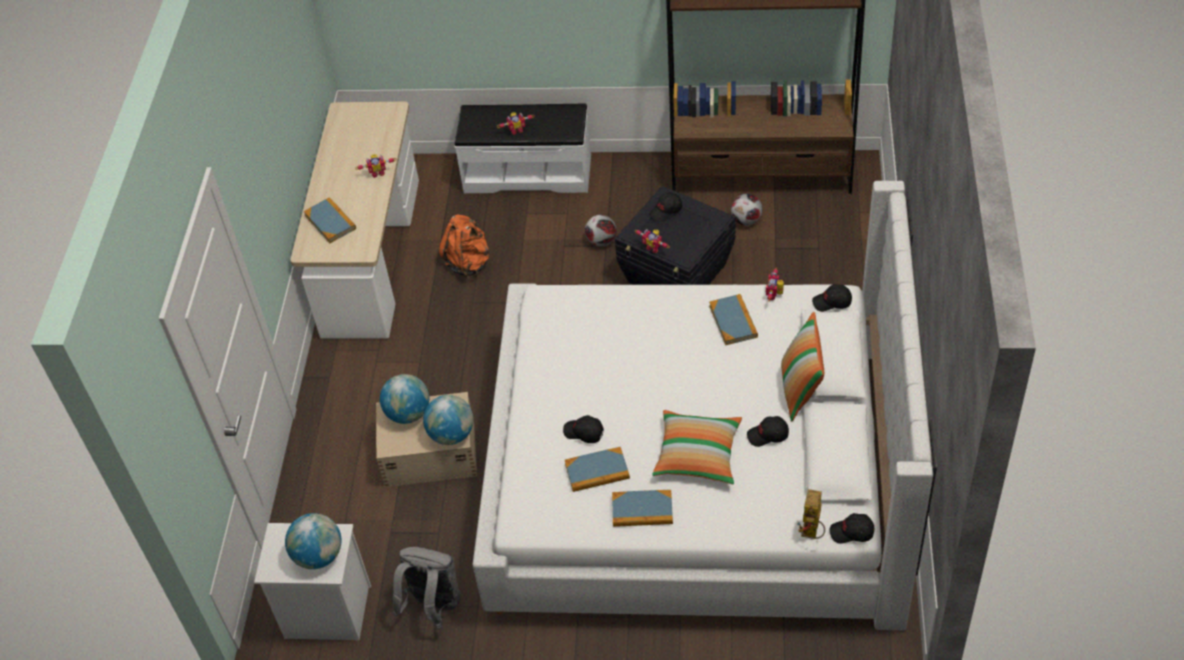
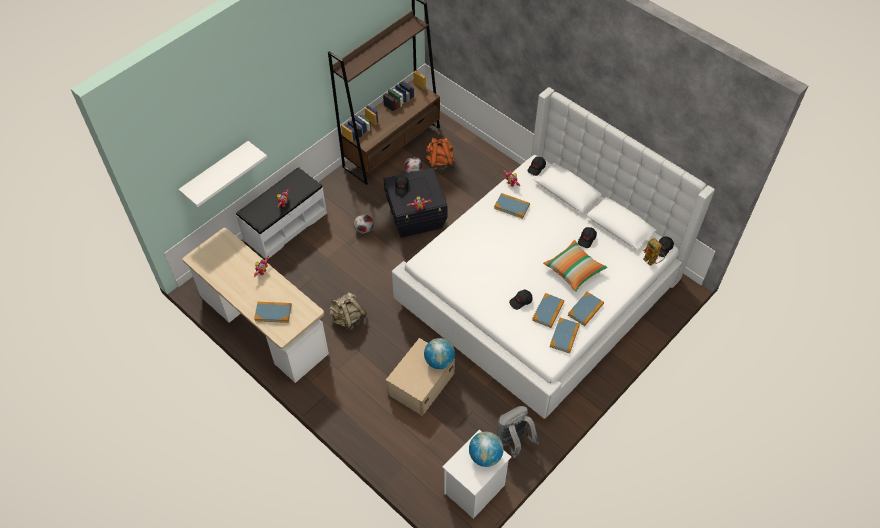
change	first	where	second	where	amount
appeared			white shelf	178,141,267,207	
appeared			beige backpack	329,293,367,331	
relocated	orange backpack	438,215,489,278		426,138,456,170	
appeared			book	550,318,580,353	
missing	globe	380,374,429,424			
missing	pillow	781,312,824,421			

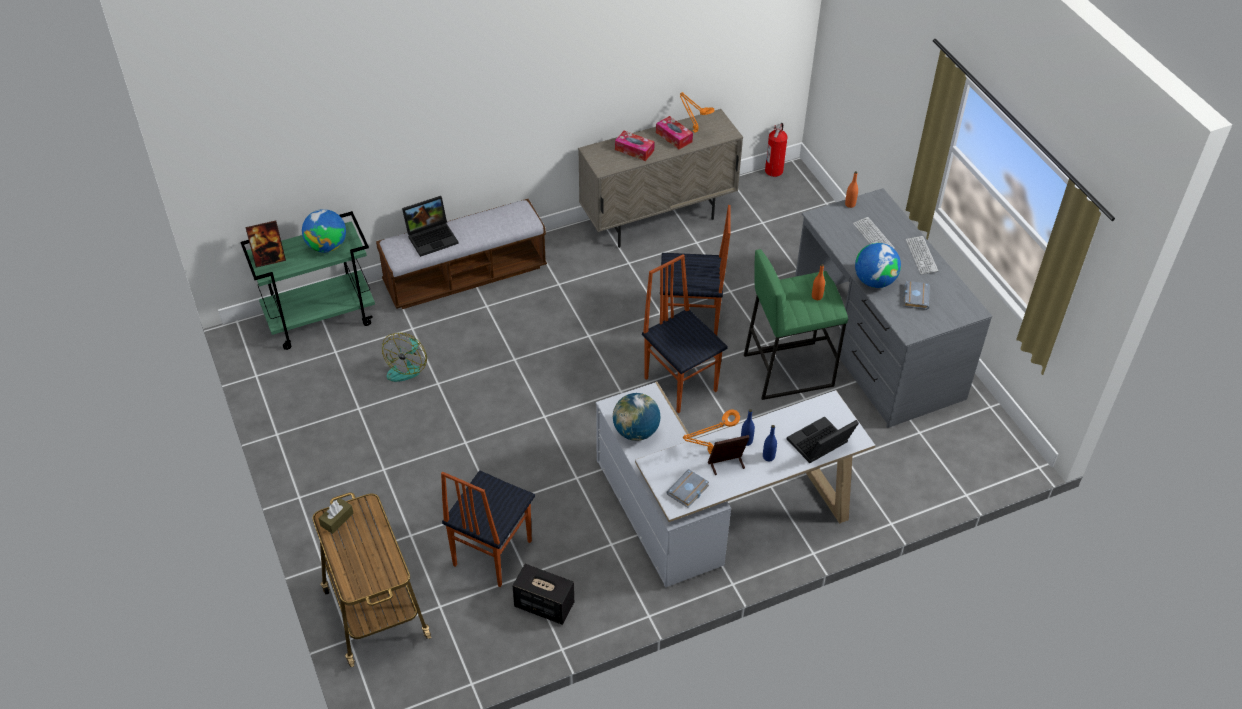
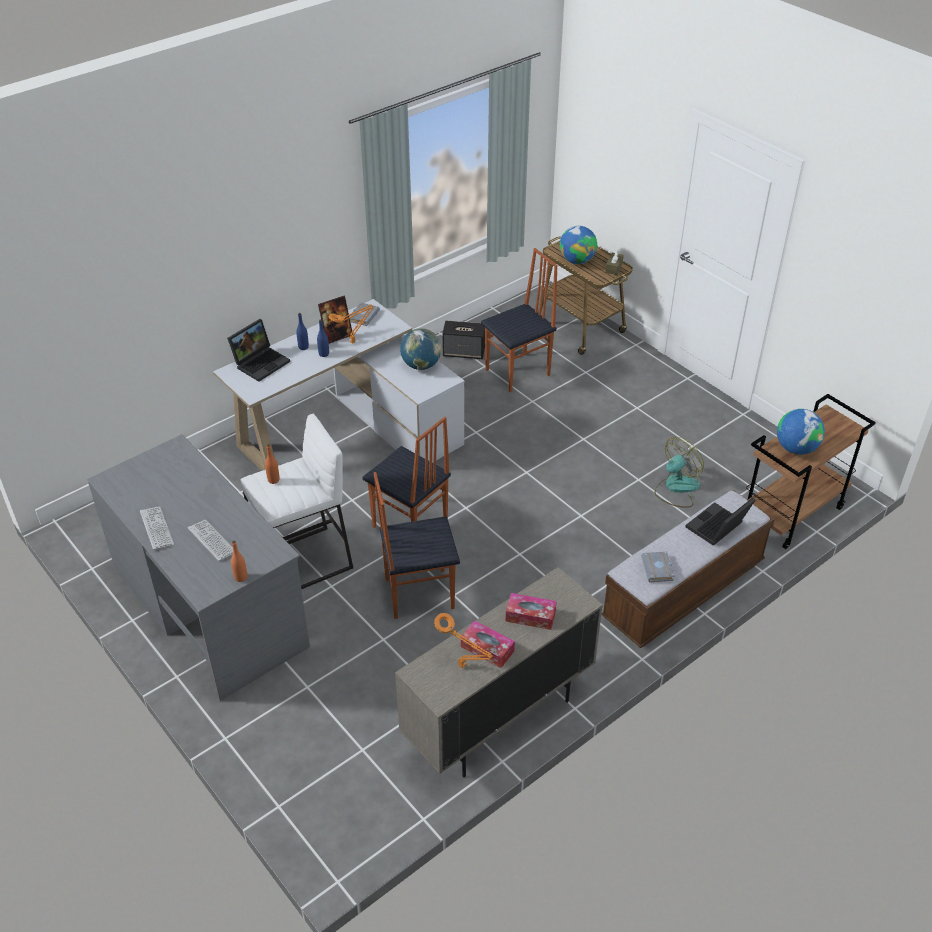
change	first	where	second	where	amount
colour	green stool	744,249,848,400	white stool	240,414,353,589	
spun	chair	441,470,535,587		481,248,558,392	45 degrees clockwise
relocated	globe	855,243,901,288		560,226,597,264	
relocated	grey book	904,281,930,310		641,551,675,582	
spun	fan	382,333,427,382		655,437,704,508	45 degrees clockwise
colour	green cart	241,211,375,350	brown cart	746,394,876,549	
missing	picture frame	245,221,286,268			
missing	fire extinguisher	765,123,788,177			

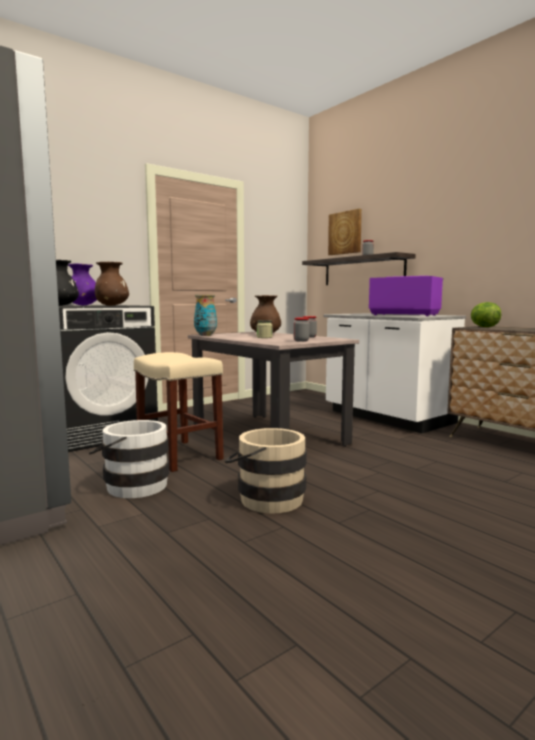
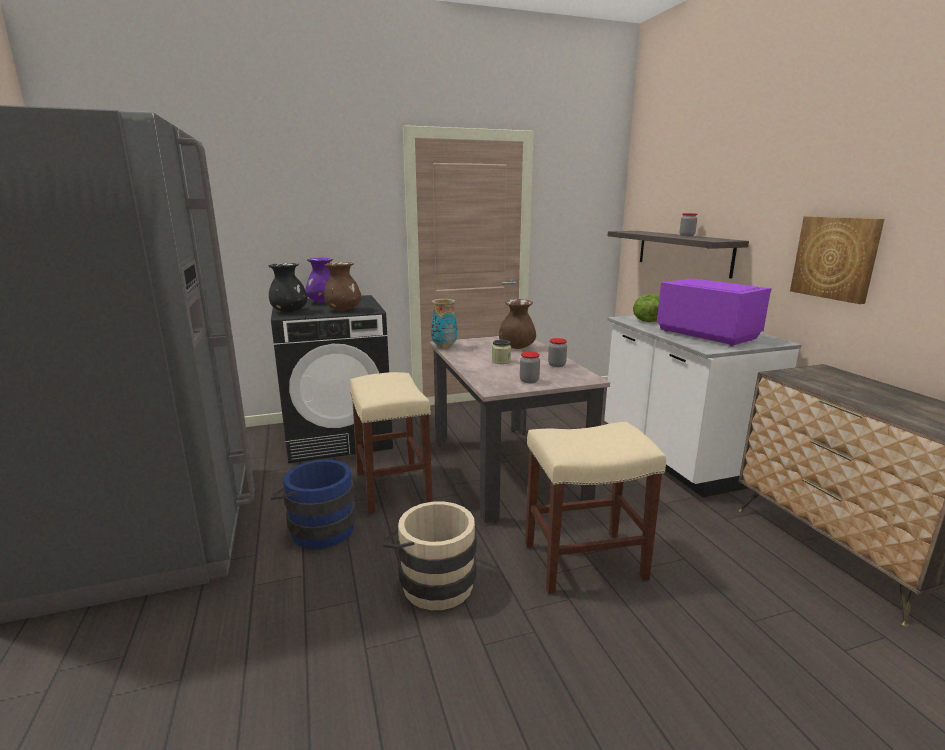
change	first	where	second	where	amount
colour	white bucket	89,420,169,498	blue bucket	271,459,356,549	
appeared			beige stool	525,422,666,594	
relocated	lettuce	471,302,501,327		633,294,659,322	
relocated	picture	328,209,362,255		790,216,884,304	

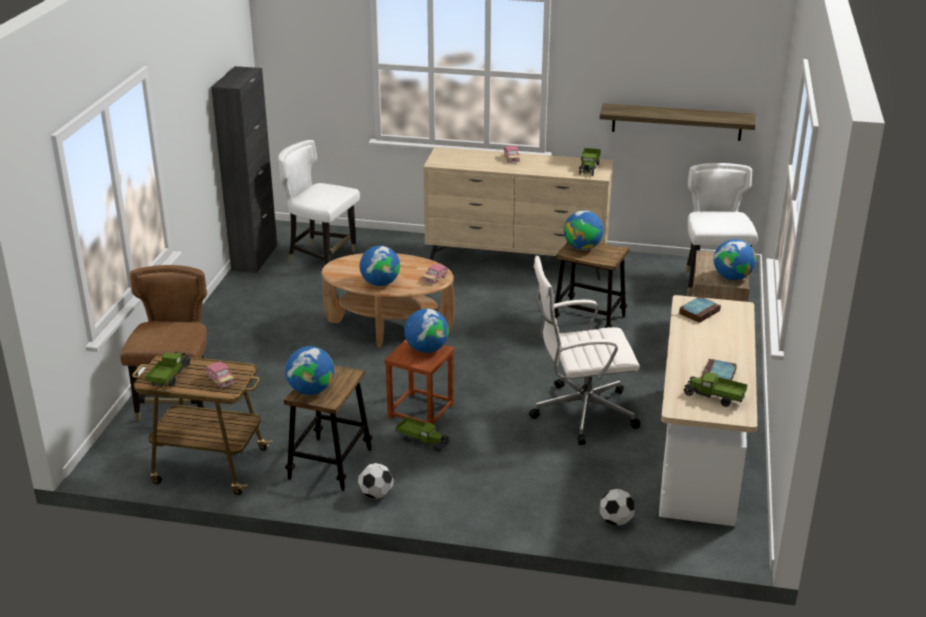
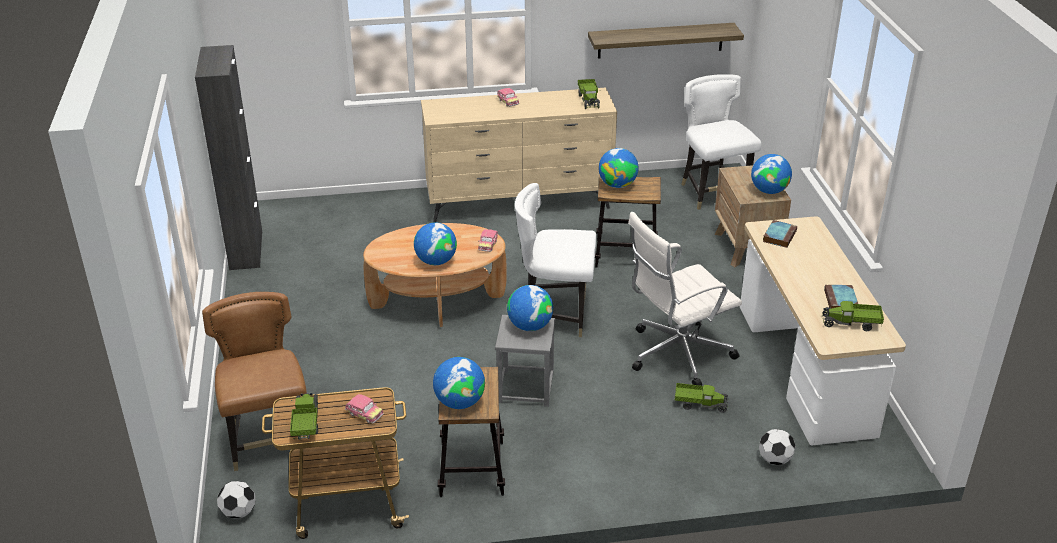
change	first	where	second	where	amount
relocated	football	358,463,394,499		217,481,256,518	
colour	brown stool	384,339,455,424	grey stool	495,315,555,407	
relocated	white chair	278,140,360,265		515,183,596,337	
relocated	toy truck	396,417,450,453		675,383,728,413	

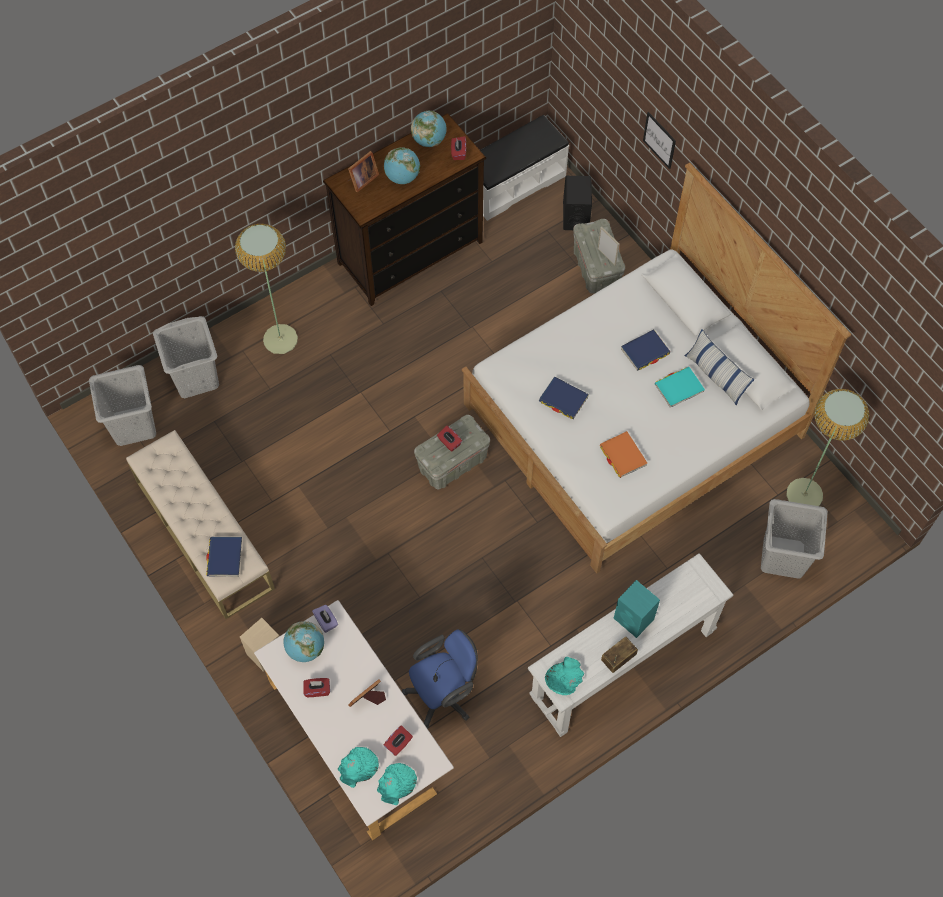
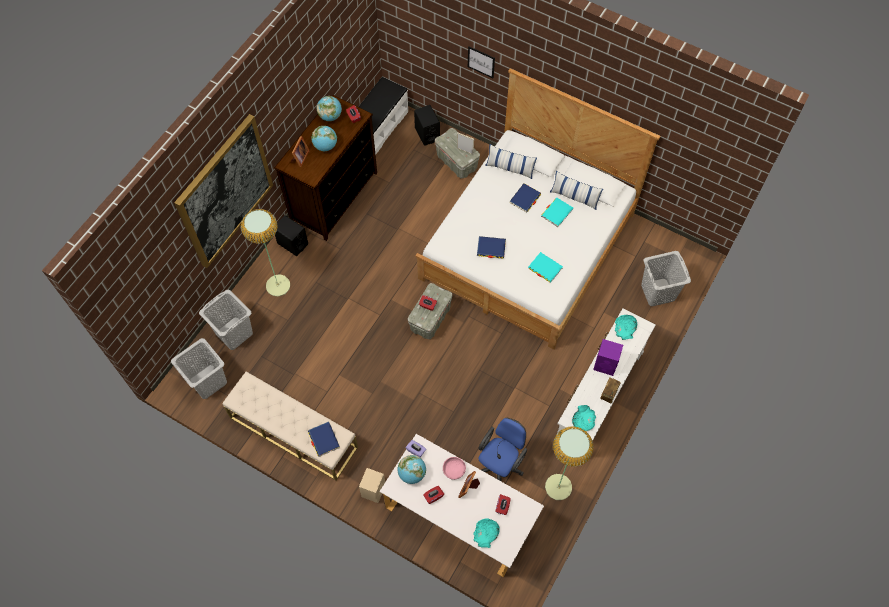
change	first	where	second	where	amount
appeared			picture	174,114,273,268	
appeared			black speaker	273,215,308,256	
appeared			pink bowl	443,457,466,480	
appeared			pillow	485,144,537,179	
colour	orange book	600,431,647,478	turquoise book	528,252,563,282	
relocated	floor lamp	786,389,869,506		545,426,594,500	
colour	turquoise speaker	614,580,660,638	purple speaker	593,339,623,376	
relocated	turquoise bowl	377,763,417,805		615,315,637,340	

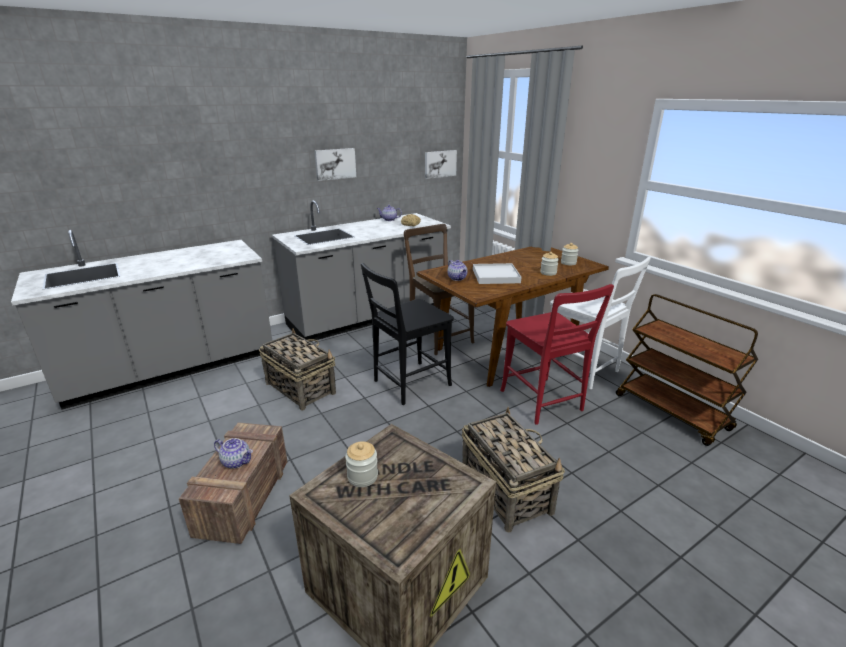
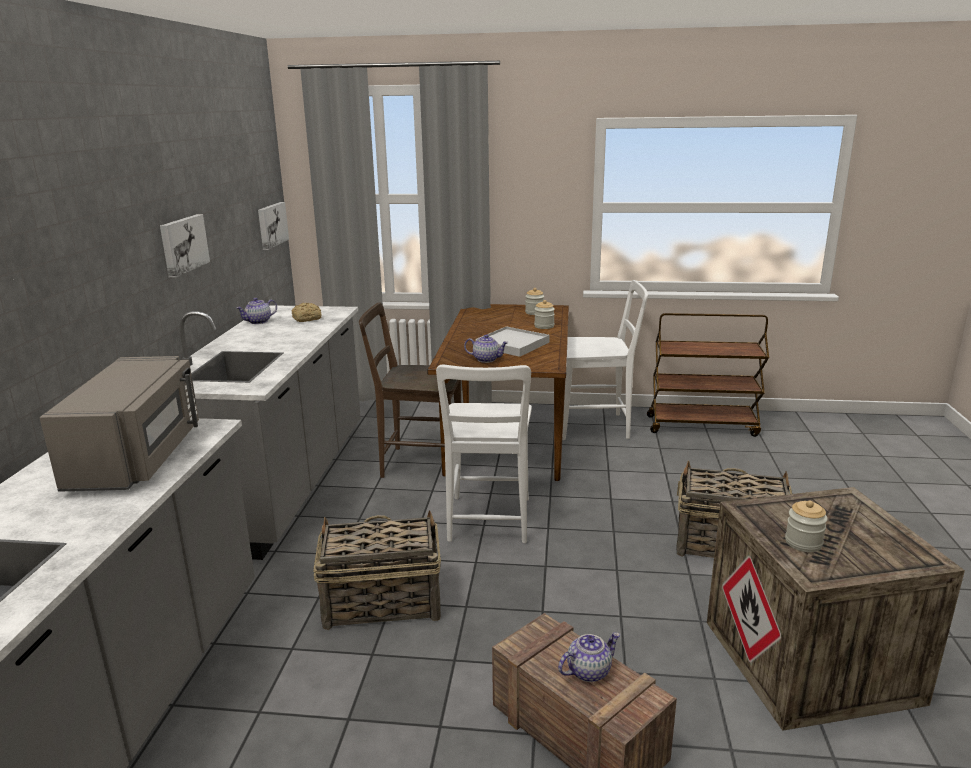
change	first	where	second	where	amount
appeared			grey microwave	40,356,199,492	
colour	black chair	361,263,454,405	white chair	436,365,532,543	
missing	red chair	500,284,614,425			

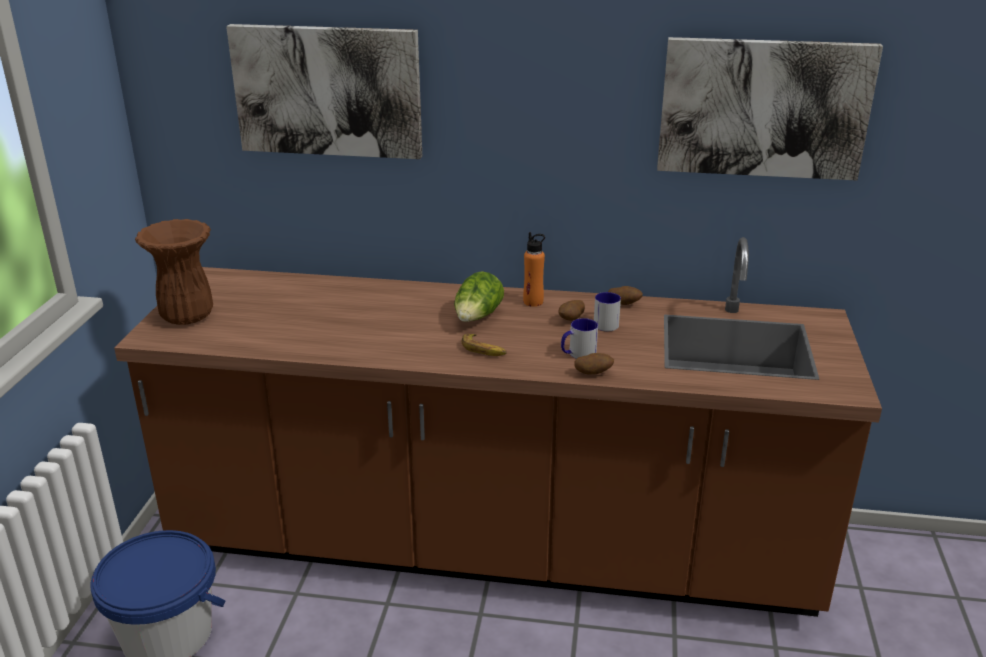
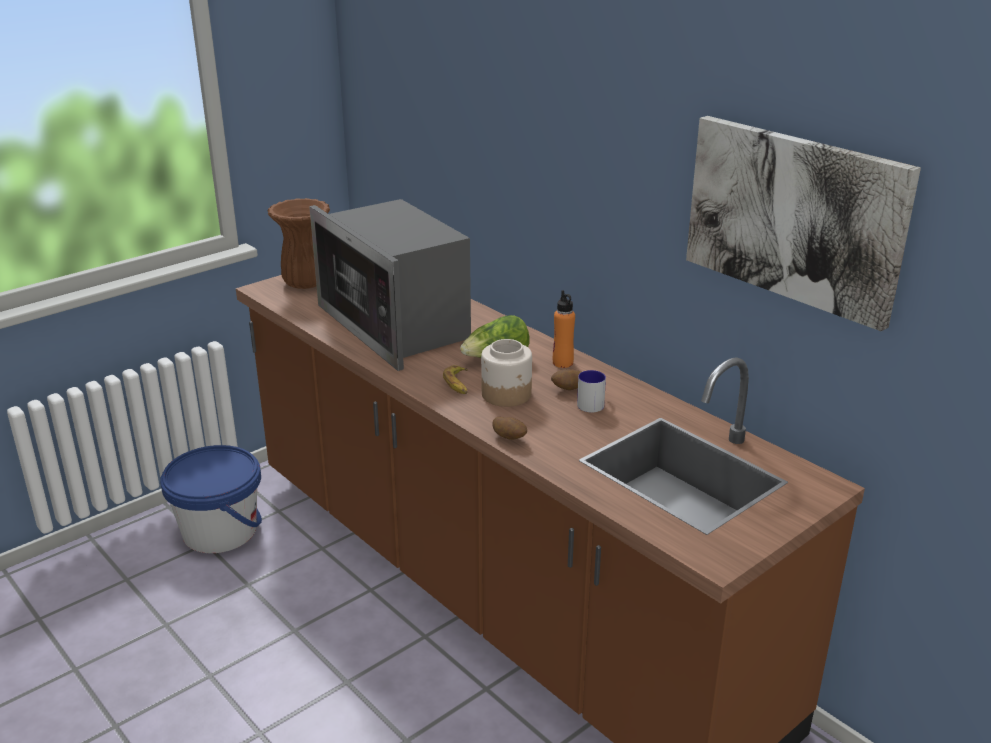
change	first	where	second	where	amount
appeared			microwave	309,199,471,371	
appeared			jar	481,339,532,407	
missing	picture	226,24,422,159			
missing	mug	561,318,598,359			
missing	potato	608,286,643,305			

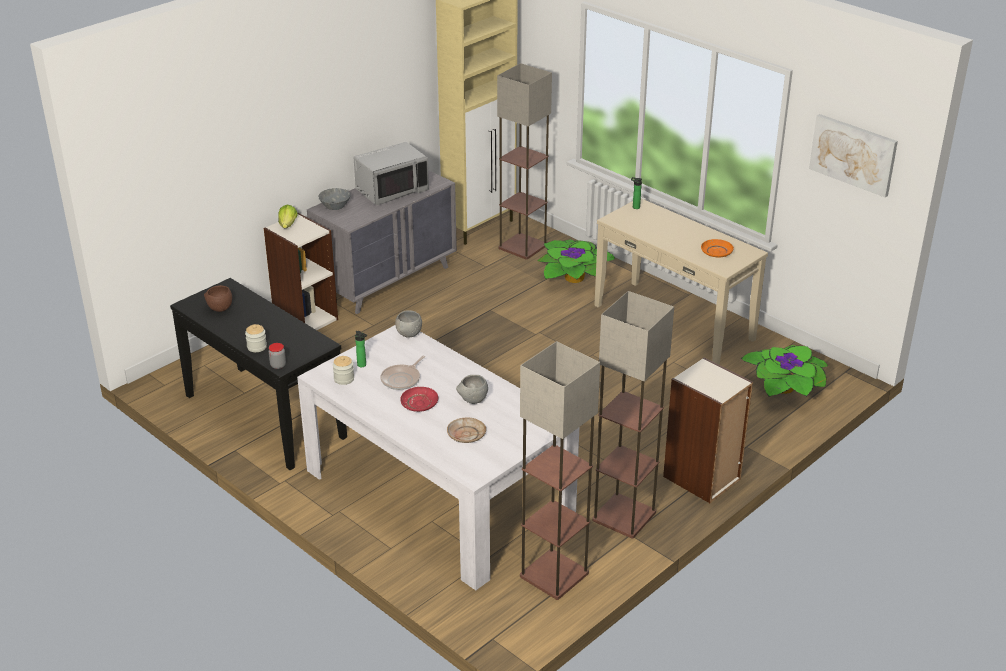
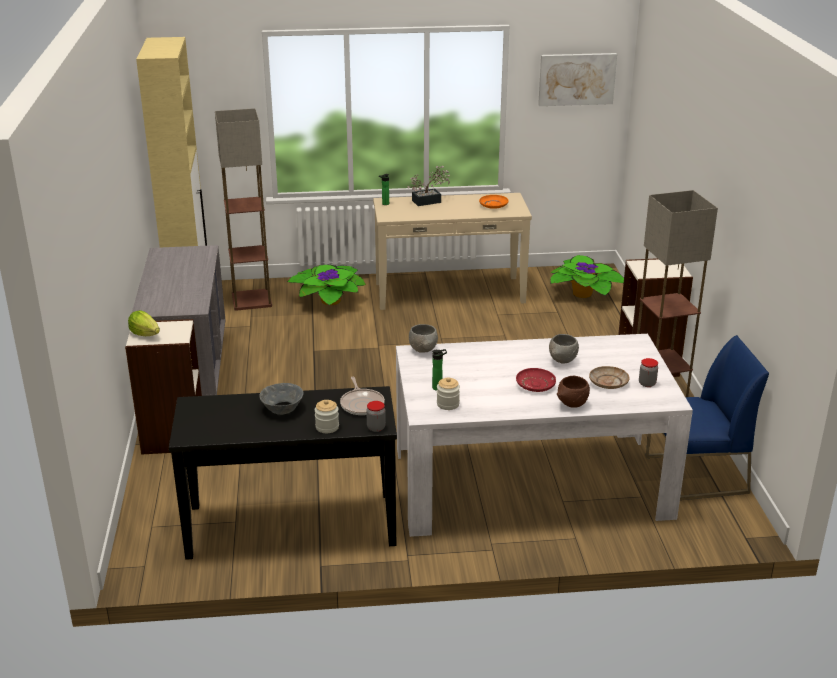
change	first	where	second	where	amount
relocated	grey bowl	318,188,351,210		259,383,303,415	
relocated	frying pan	380,356,425,390		340,377,385,415	
appeared			potted plant	407,166,450,206	
relocated	brown bowl	204,285,232,312		557,376,590,408	
appeared			jar	639,358,658,387	
exchanged	floor lamp	520,341,600,600	blue chair	645,335,769,500	
missing	grey microwave	354,142,429,206			

